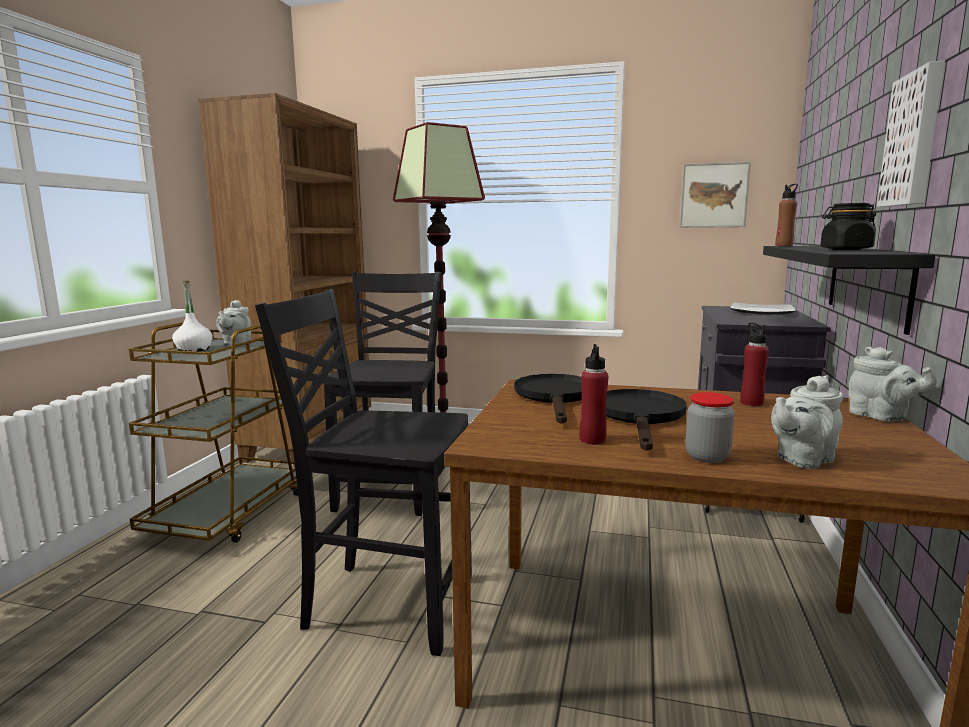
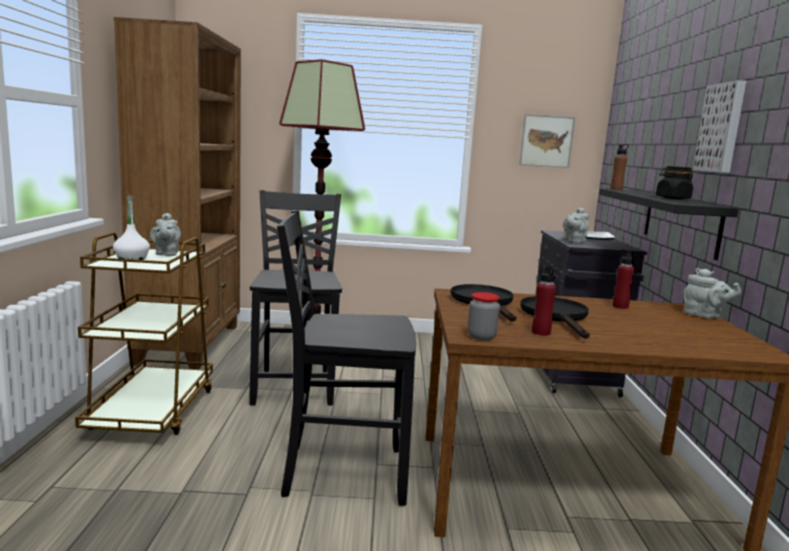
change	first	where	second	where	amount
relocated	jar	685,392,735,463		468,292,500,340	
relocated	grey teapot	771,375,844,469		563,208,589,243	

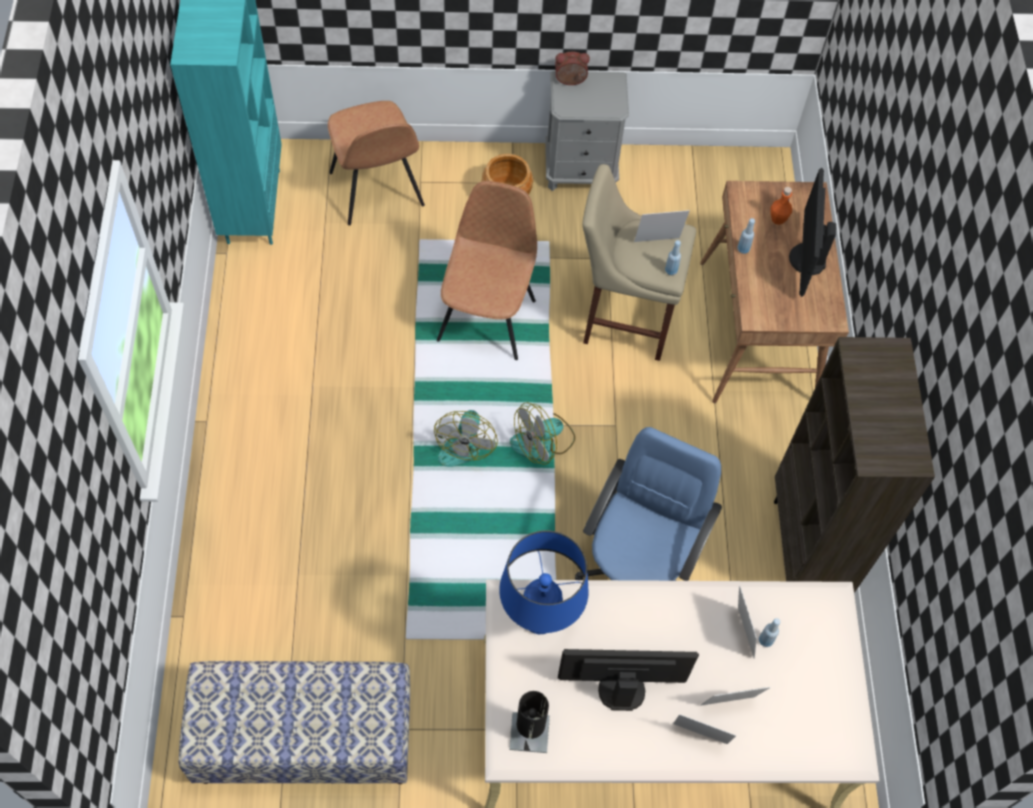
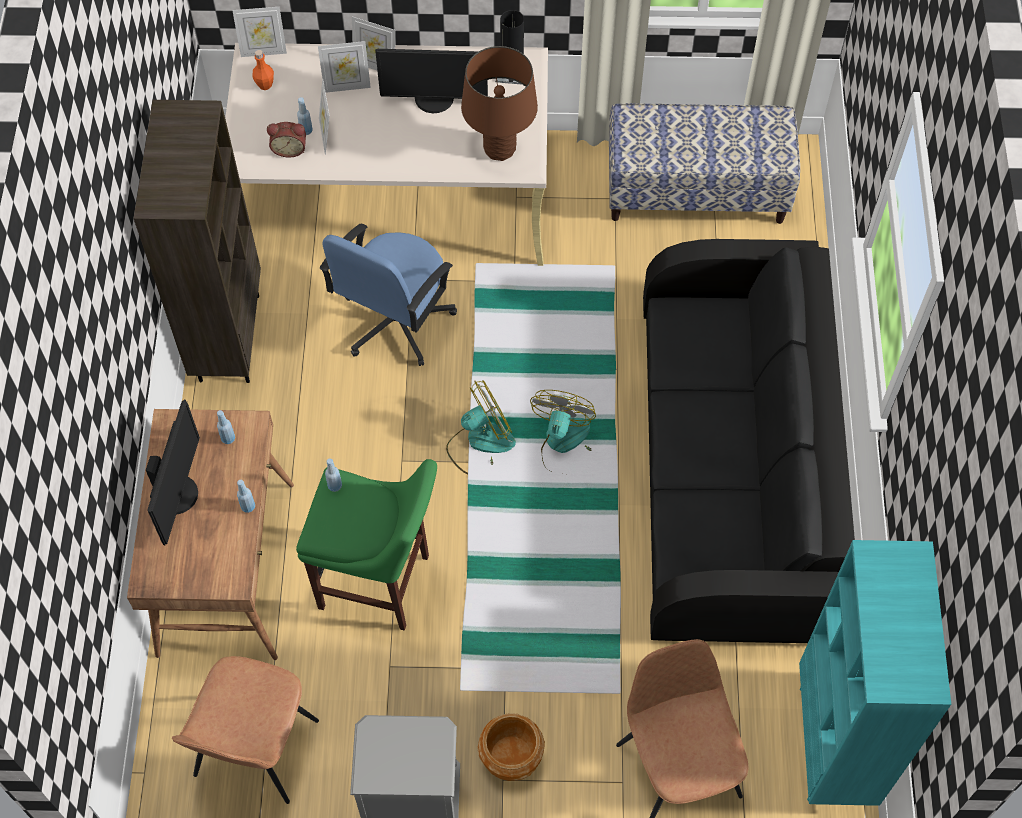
change	first	where	second	where	amount
relocated	brown chair	437,181,537,360		172,656,319,804	
appeared			blue bottle	217,410,235,444	
relocated	picture frame	634,210,690,242		232,7,287,57	
relocated	orange bottle	770,187,792,225		252,50,274,90	
relocated	alarm clock	555,52,590,85		267,122,306,157	
colour	beige stool	582,164,696,361	green stool	296,459,437,631	
colour	blue table lamp	499,530,589,634	brown table lamp	461,46,538,161	
appeared			black sofa	643,239,855,643	

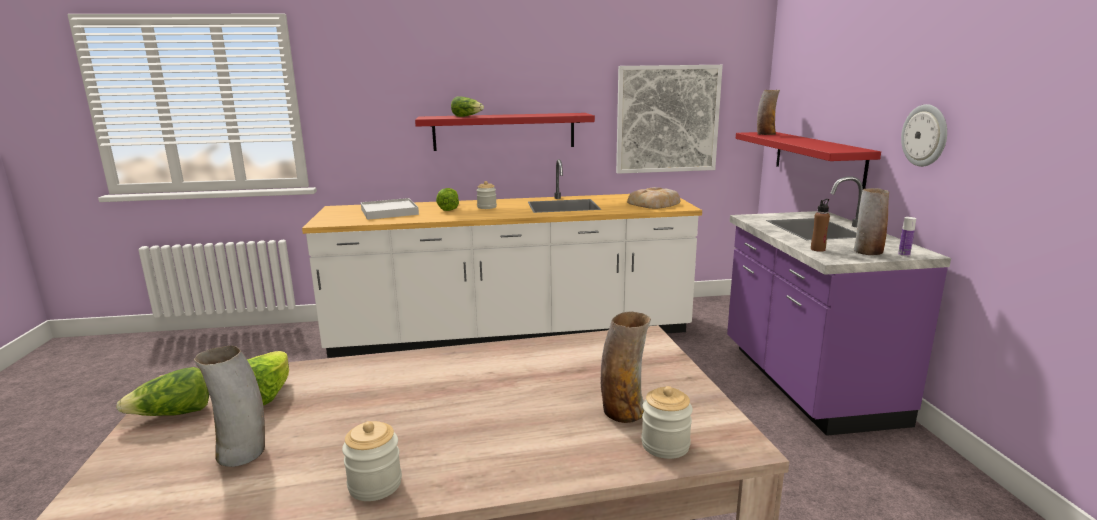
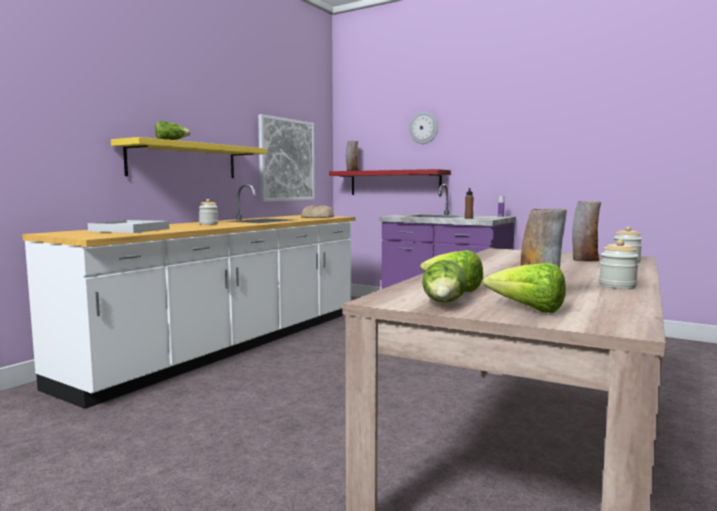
change	first	where	second	where	amount
colour	red shelf	415,113,595,151	yellow shelf	111,137,267,178	
relocated	wall clock	901,104,947,167		409,112,438,144	
relocated	lettuce	436,188,459,211		484,263,566,313	
missing	vase	854,188,889,255			

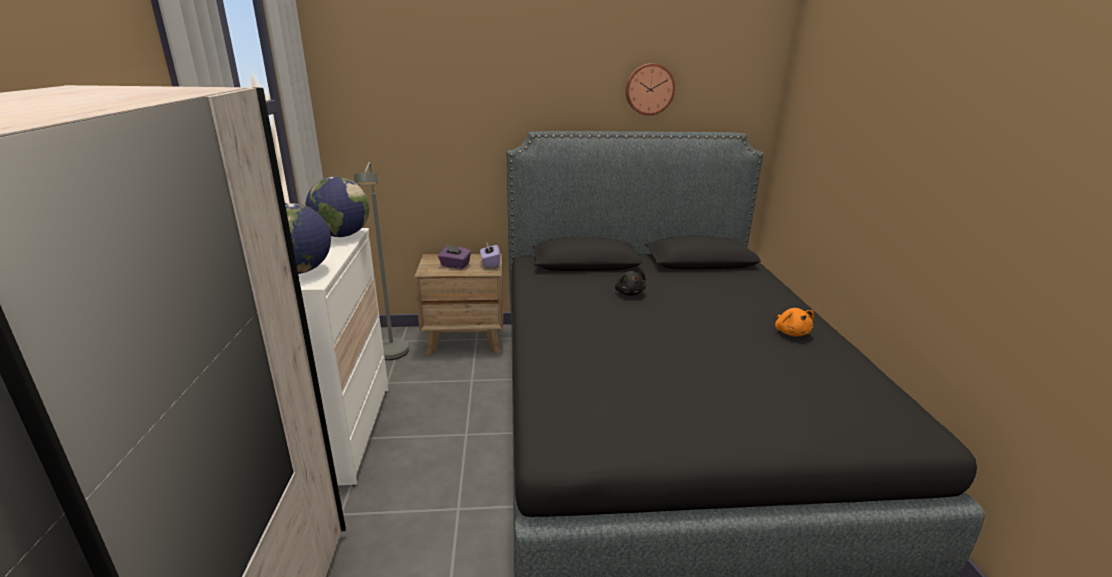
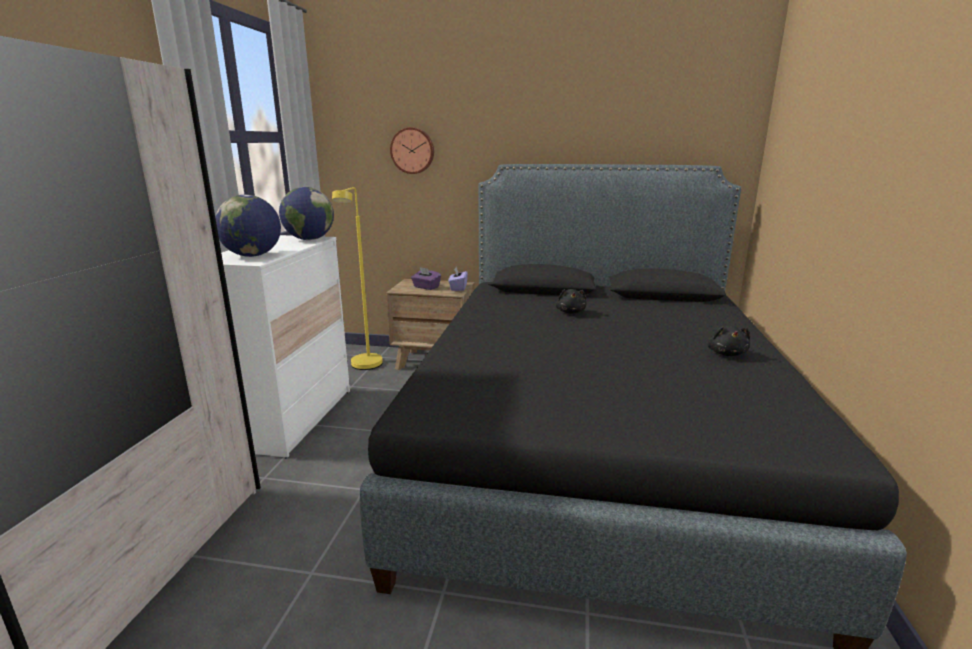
change	first	where	second	where	amount
colour	grey floor lamp	354,162,409,360	yellow floor lamp	332,187,383,370	
relocated	wall clock	626,63,675,115		390,127,434,174	
colour	orange plush toy	775,308,814,336	black plush toy	707,325,750,356	

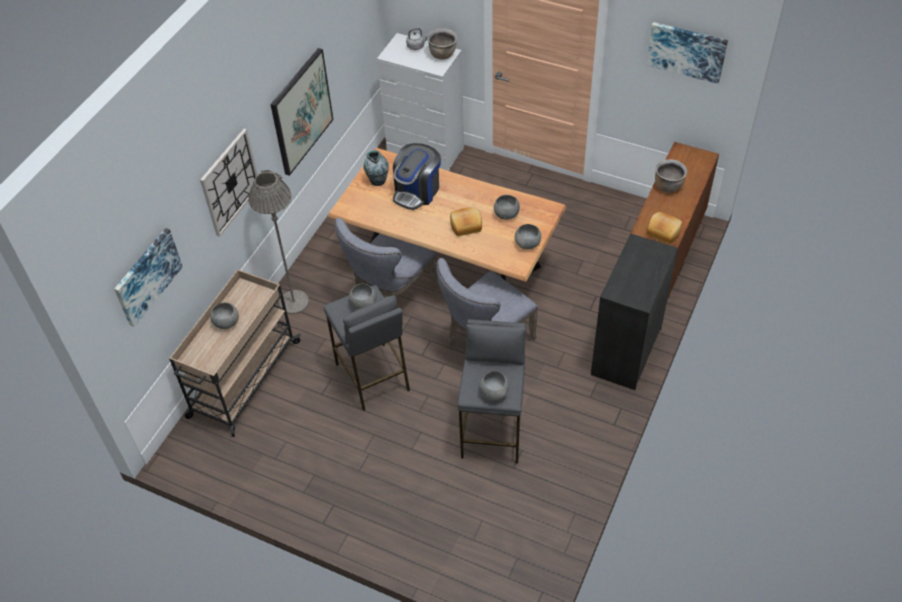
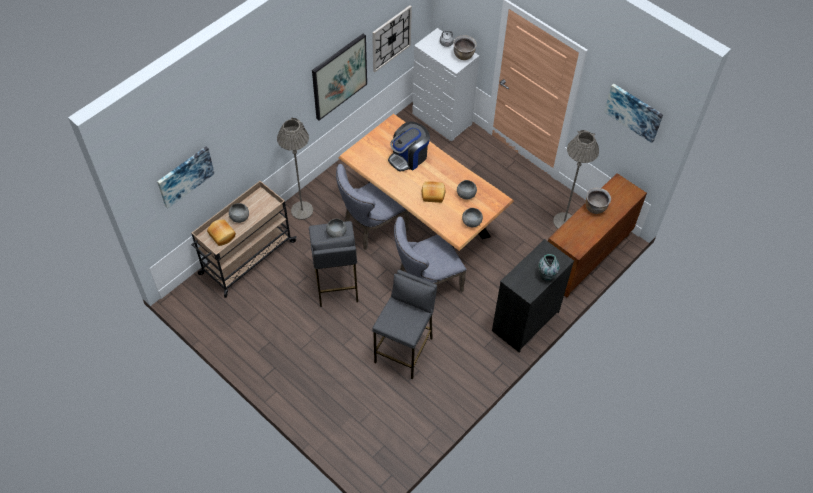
change	first	where	second	where	amount
relocated	bread	647,212,683,244		207,219,236,246	
relocated	wall clock	200,129,258,237		372,5,412,72	
relocated	vase	364,150,389,186		538,254,560,281	
appeared			grey floor lamp	553,130,599,229	
missing	grey bowl	479,371,509,401			

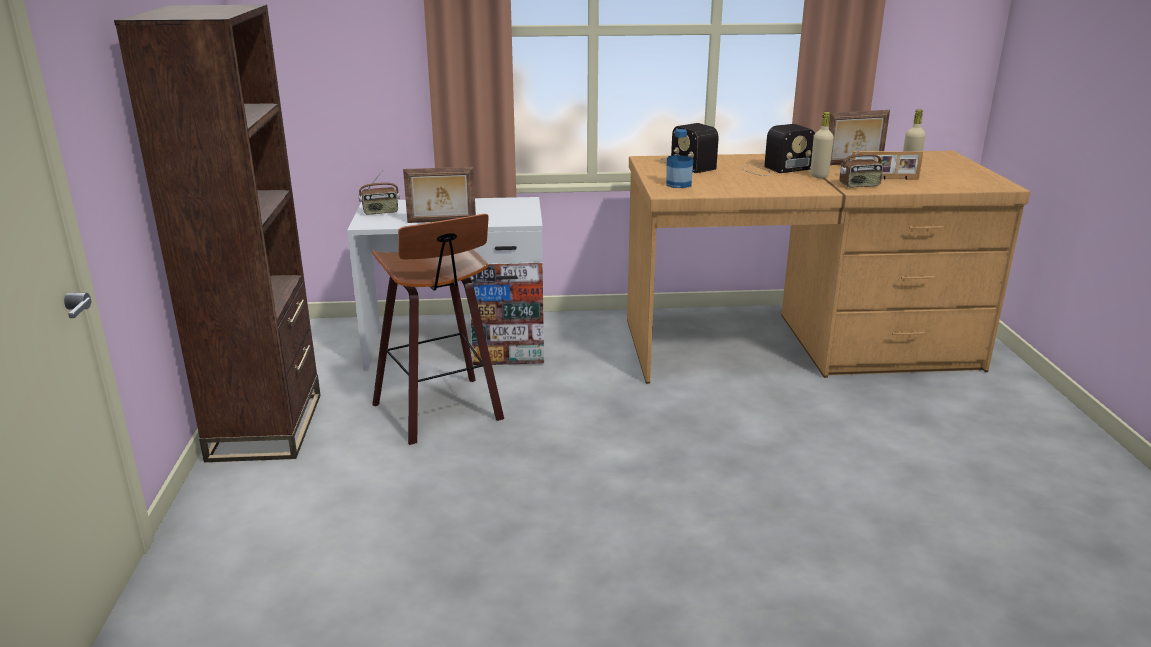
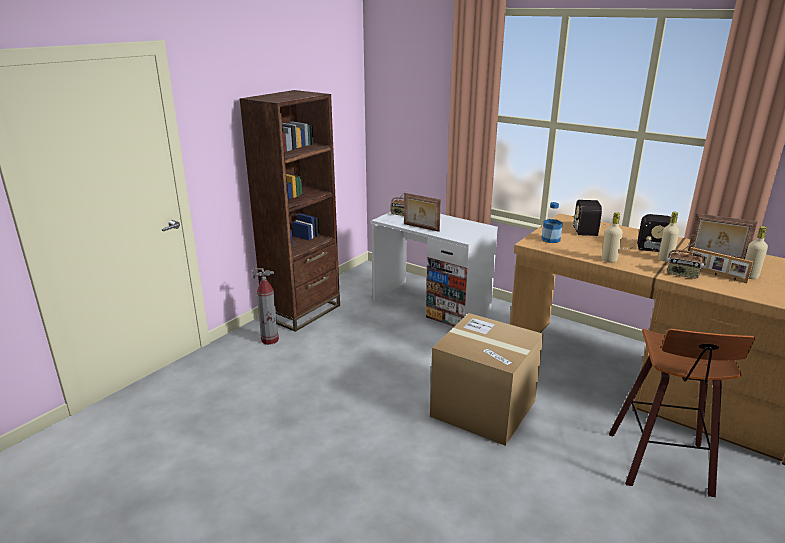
change	first	where	second	where	amount
appeared			fire extinguisher	253,268,279,345	
appeared			cardboard box	430,313,543,446	
appeared			beige bottle	602,212,623,263	
relocated	stool	372,214,504,445		609,328,755,497	

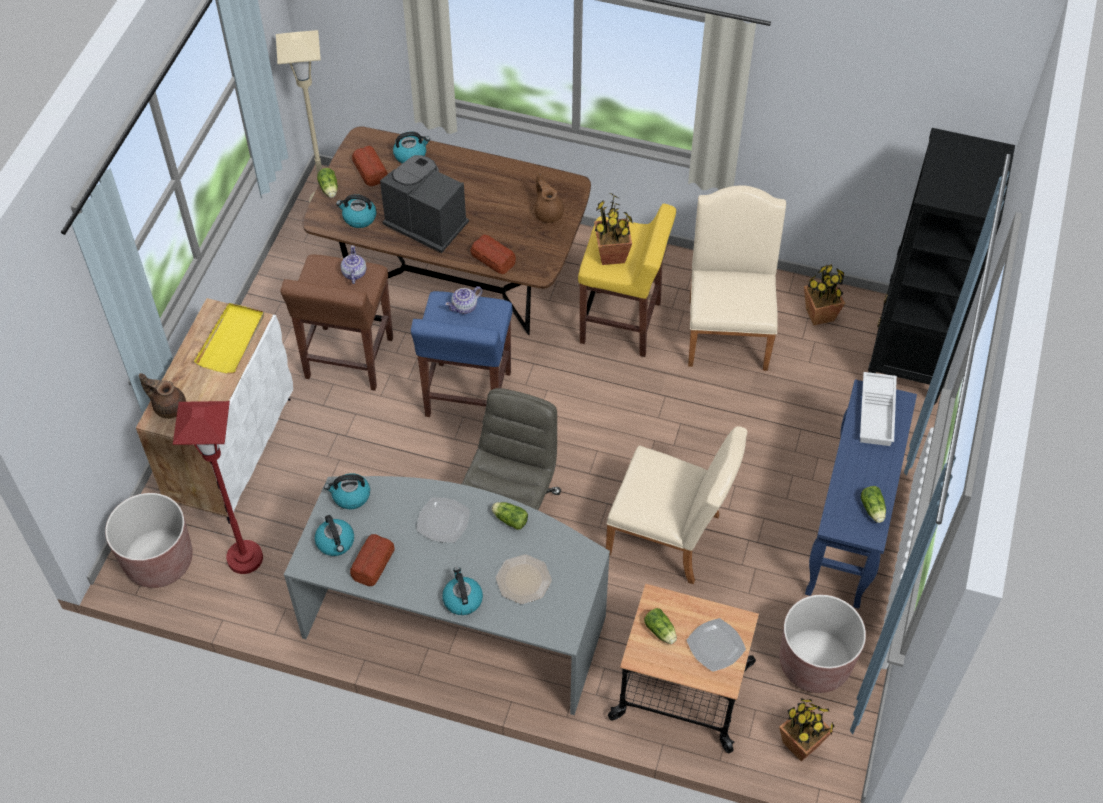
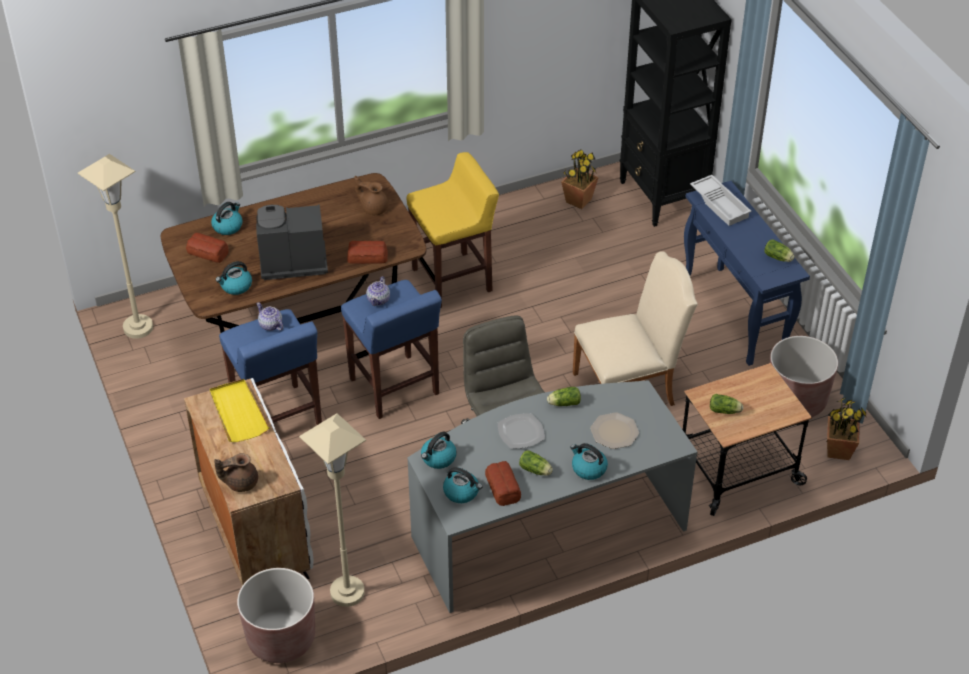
change	first	where	second	where	amount
colour	brown stool	281,254,393,391	blue stool	219,309,322,425	
colour	red floor lamp	173,401,263,574	beige floor lamp	299,413,366,607	
relocated	lettuce	317,168,338,198		519,450,553,476	
missing	potted plant	594,194,633,265			
missing	plate	687,618,746,672			
missing	beige chair	688,185,786,371			

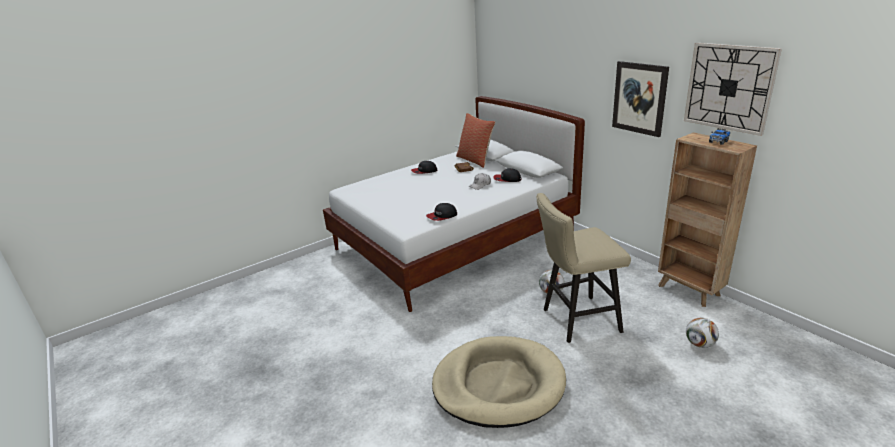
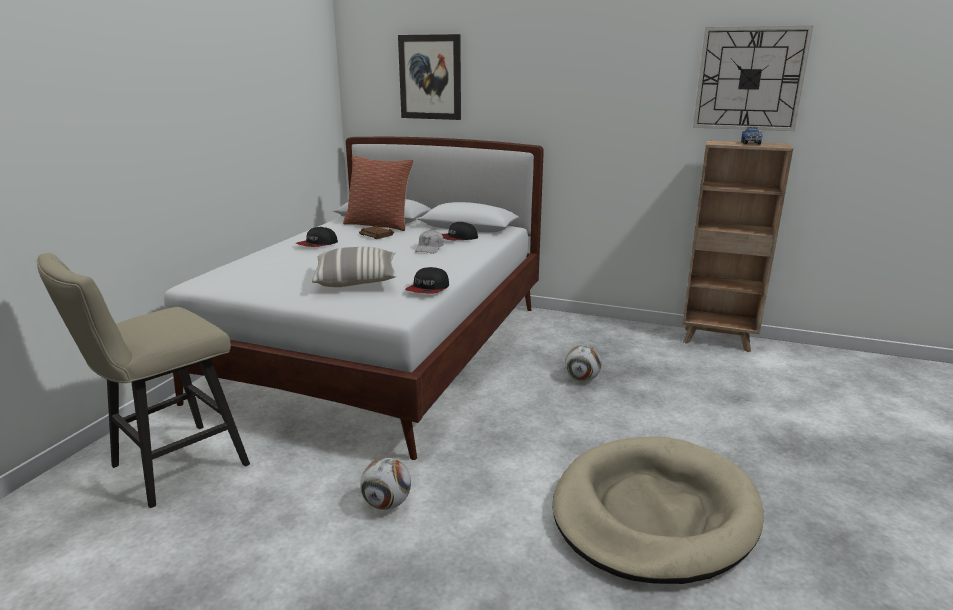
change	first	where	second	where	amount
relocated	beige stool	536,193,631,343		37,253,250,508	
appeared			pillow	312,247,396,287	
relocated	football	686,318,719,348		360,458,411,510	
relocated	picture	612,61,669,137		398,34,461,120	

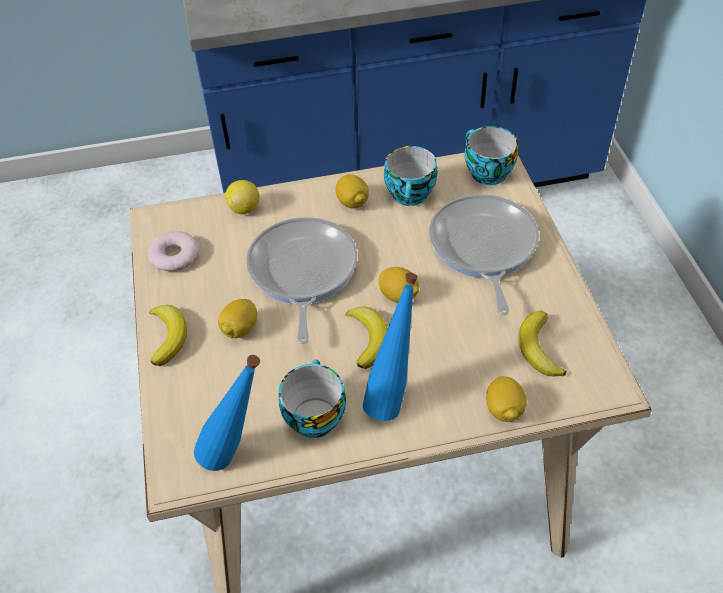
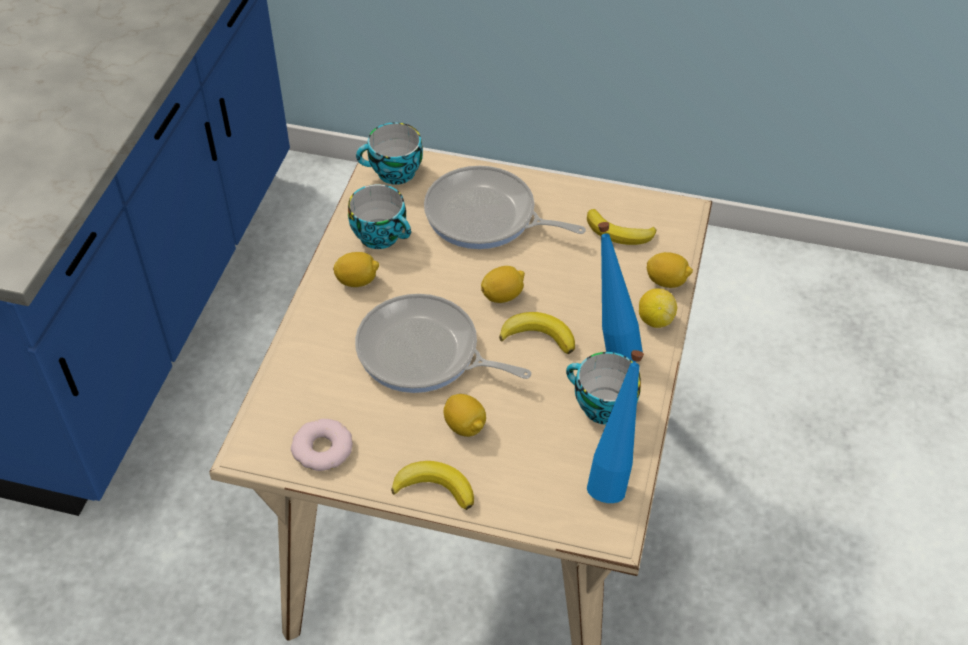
change	first	where	second	where	amount
relocated	lemon	225,180,260,214		639,288,677,328	

